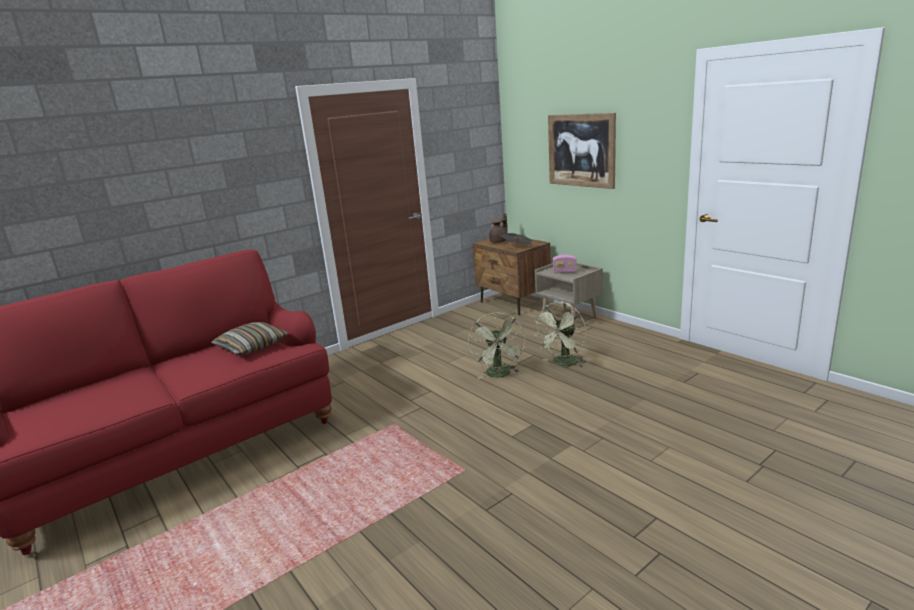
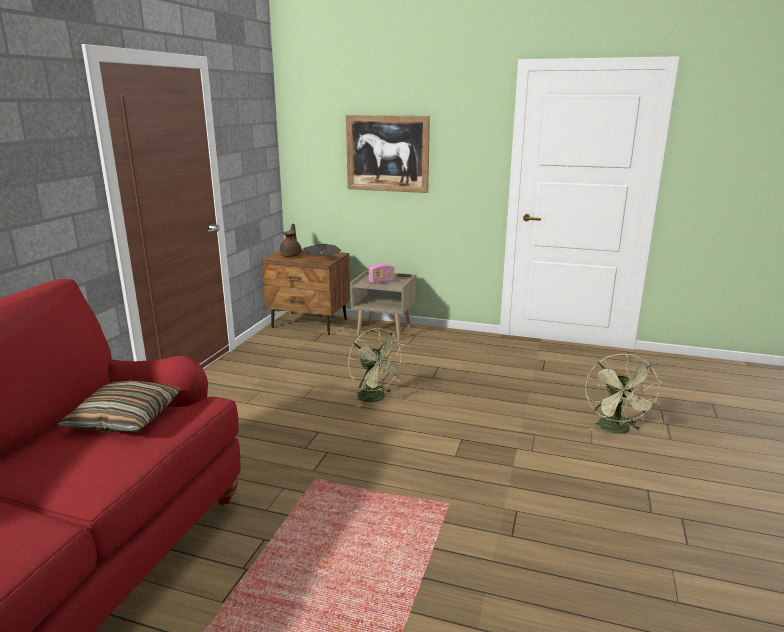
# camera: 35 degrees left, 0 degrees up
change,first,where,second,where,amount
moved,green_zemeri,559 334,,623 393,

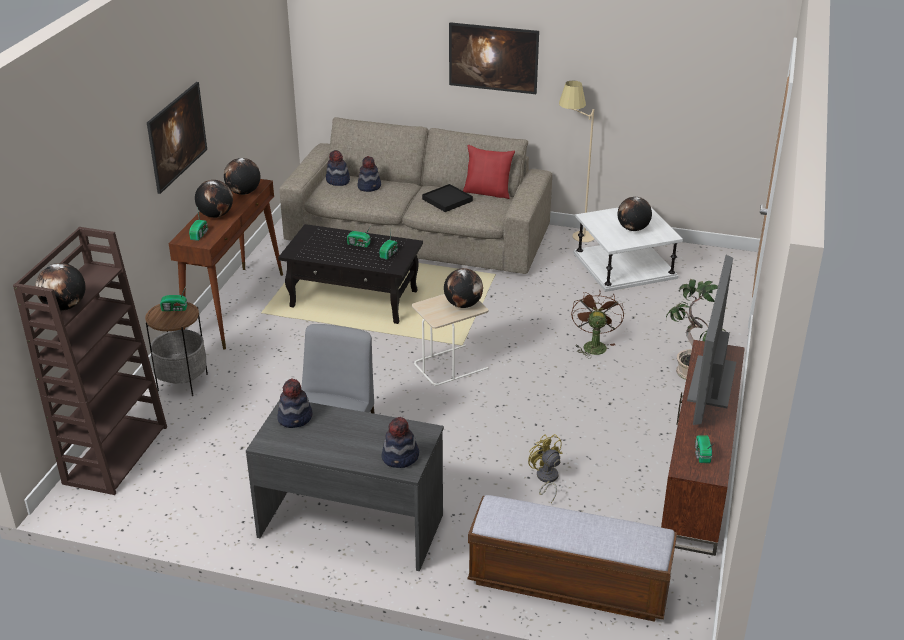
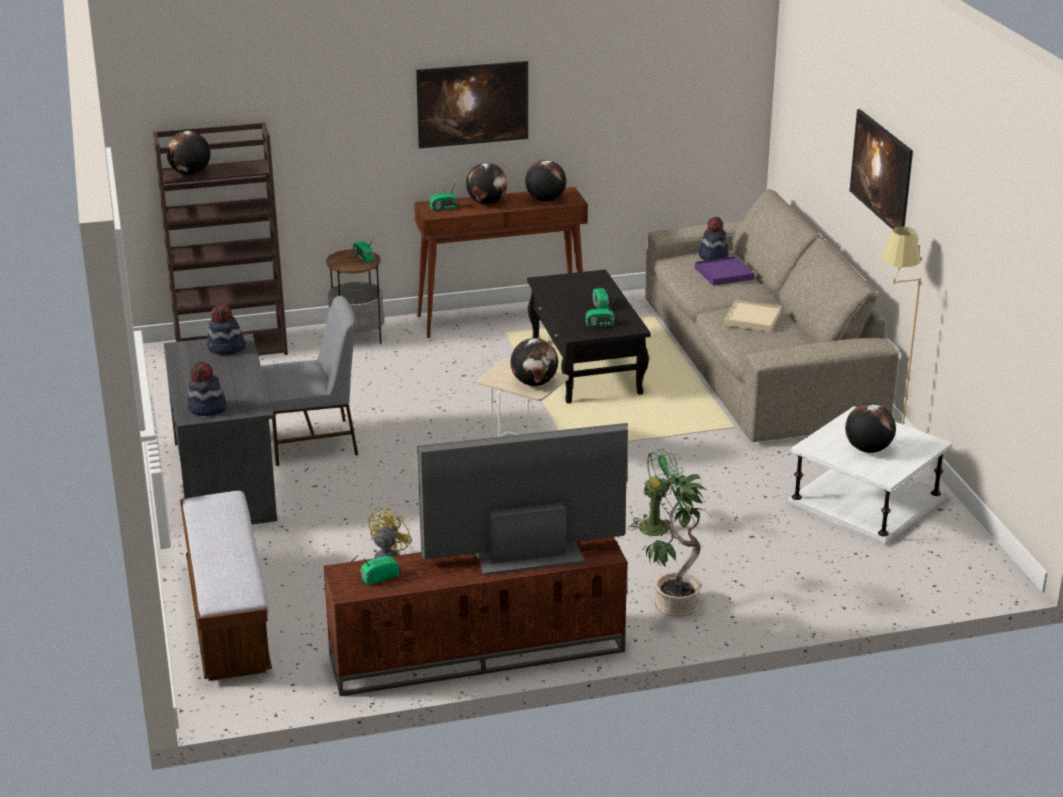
# camera: 60 degrees right, 5 degrees down
change,first,where,second,where,amount
replaced,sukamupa,369 174,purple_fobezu,724 271,
recoloured,black_fobezu,447 198,beige_fobezu,752 316,
removed,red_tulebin,489 172,,,
recoloured,brown_zemeri,597 324,green_zemeri,659 494,

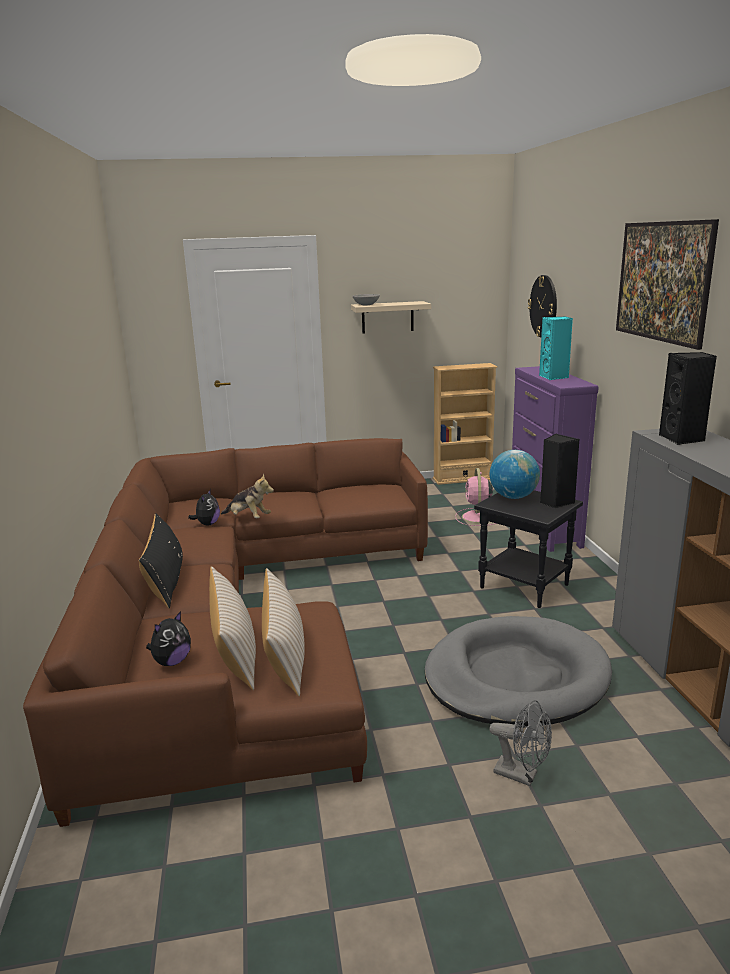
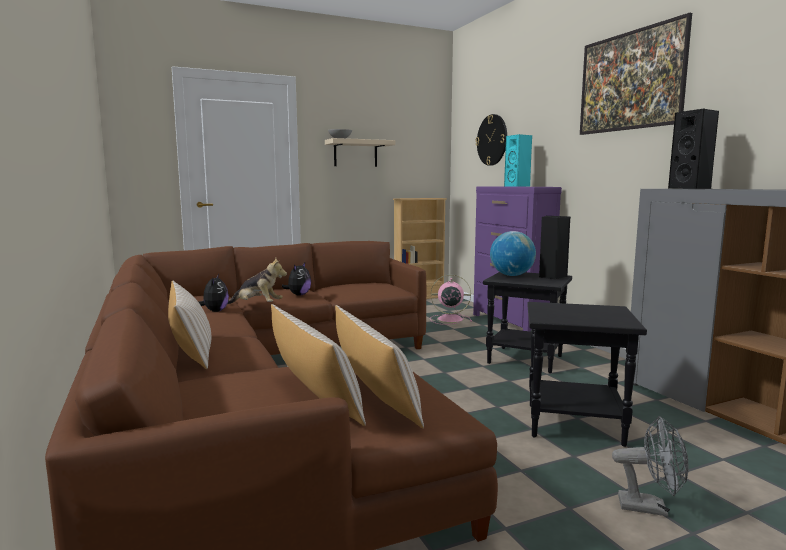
# camera: 15 degrees left, 10 degrees down
change,first,where,second,where,amount
recoloured,black_tulebin,161 560,beige_tulebin,189 325,
moved,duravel,168 638,,296 279,
replaced,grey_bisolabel,518 671,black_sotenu,587 374,
turned,pink_zemeri,476 497,,451 300,105 degrees clockwise

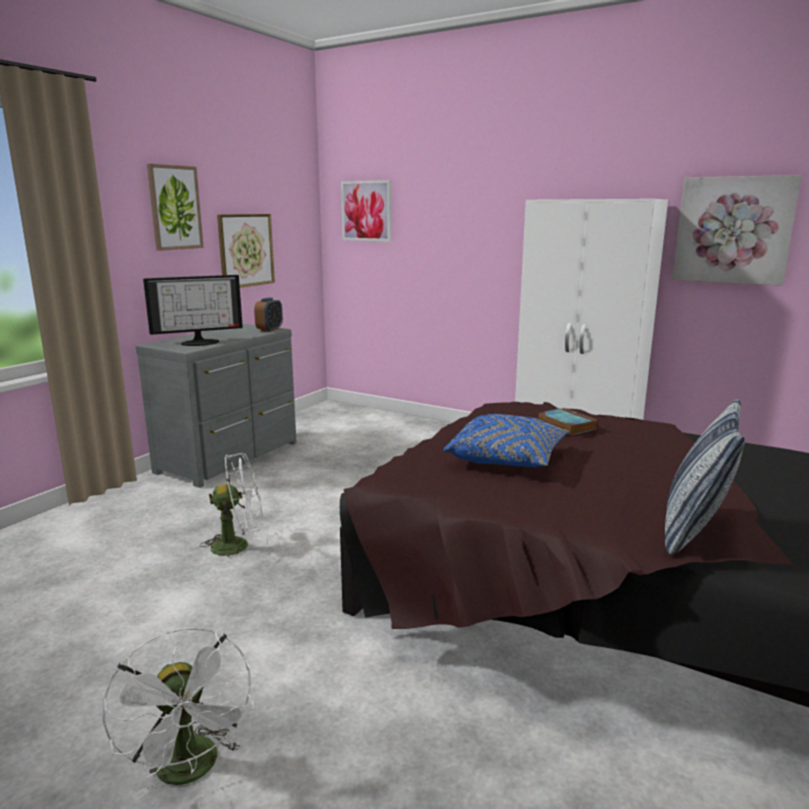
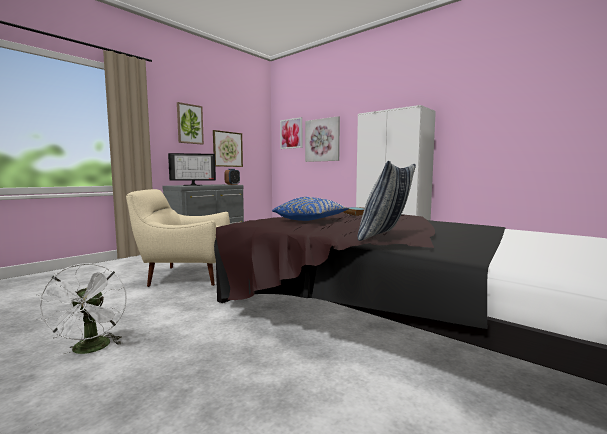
# camera: 10 degrees right, 10 degrees down
change,first,where,second,where,amount
replaced,white_zemeri,231 507,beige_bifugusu,178 238,
moved,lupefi,737 230,,322 139,

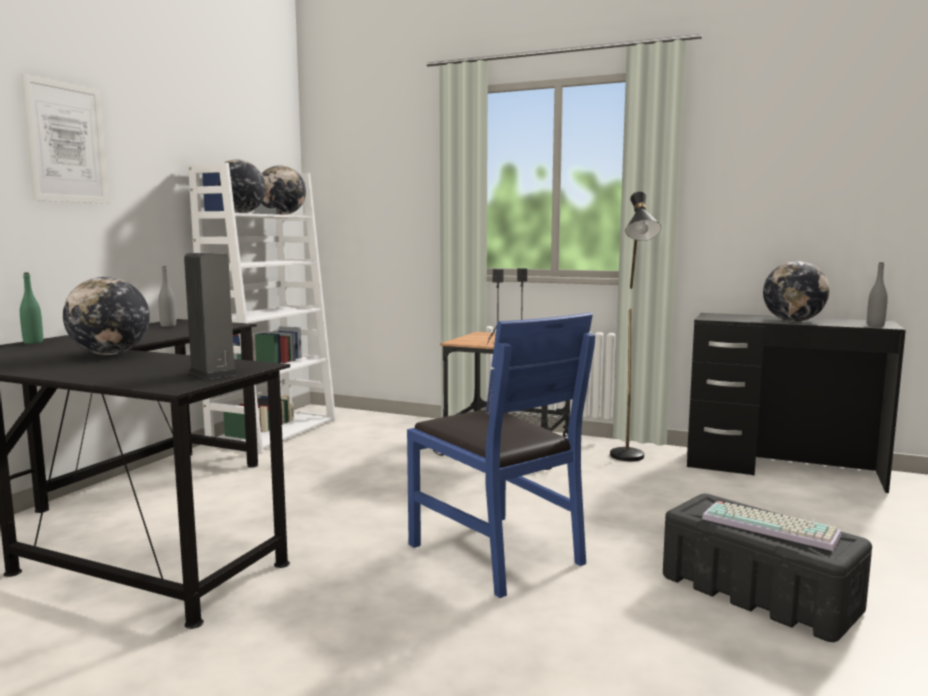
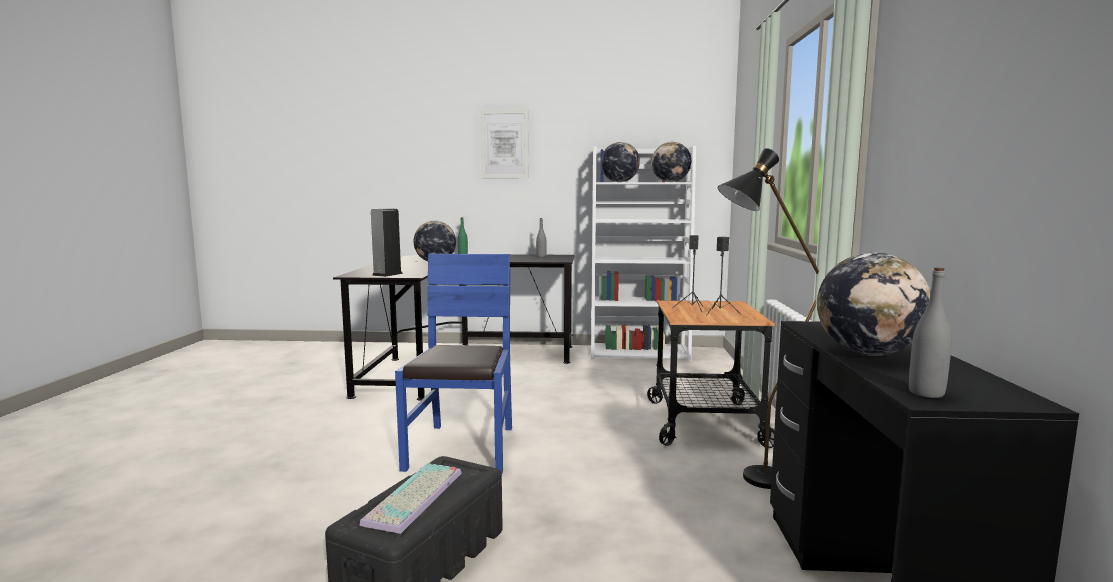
# camera: 70 degrees right, 0 degrees up
change,first,where,second,where,amount
turned,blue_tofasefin,501 455,,453 363,150 degrees clockwise

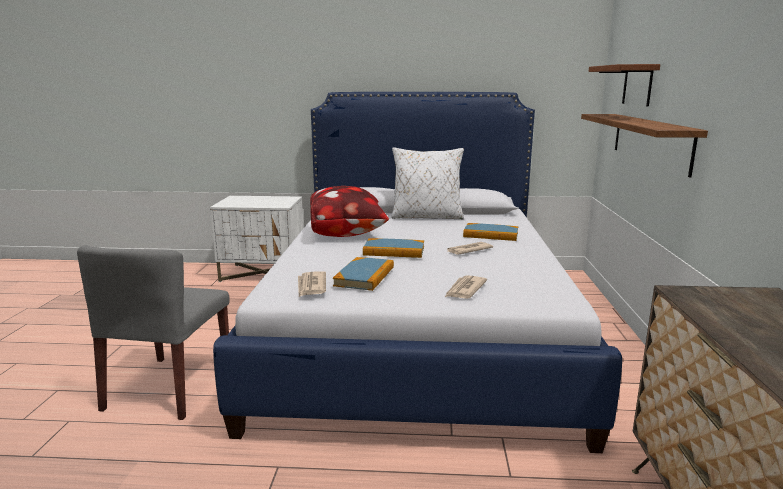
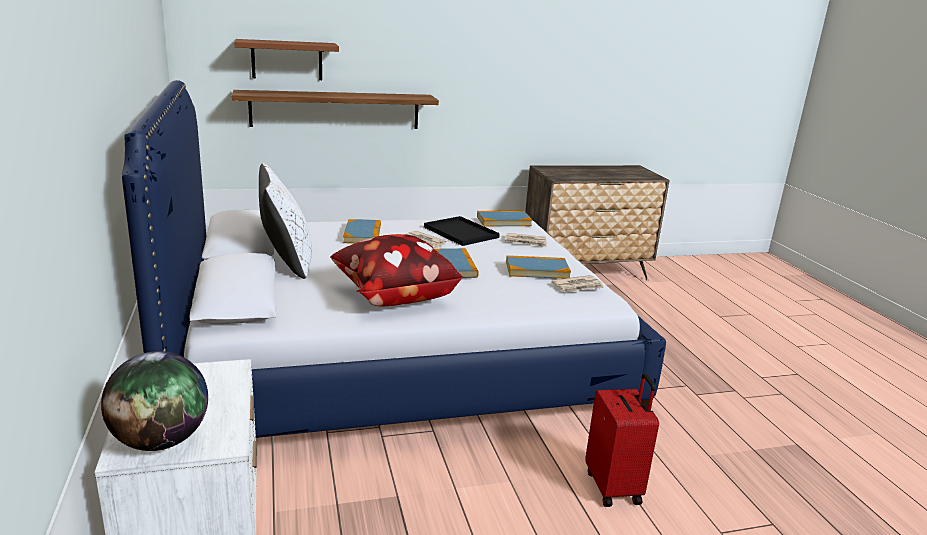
# camera: 110 degrees left, 5 degrees up
change,first,where,second,where,amount
replaced,grey_tofasefin,153 332,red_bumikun,622 440,
added,,,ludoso,154 401,
added,,,black_fobezu,462 231,
added,,,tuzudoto,504 219,

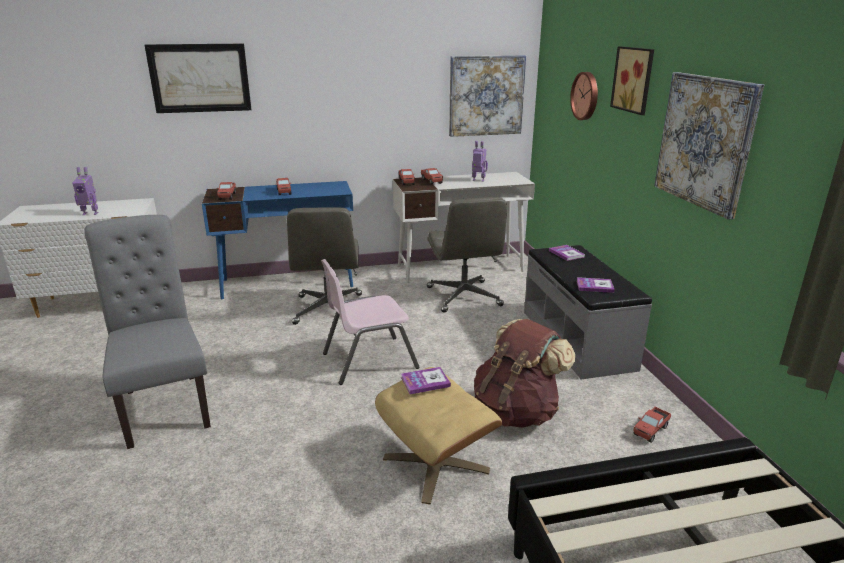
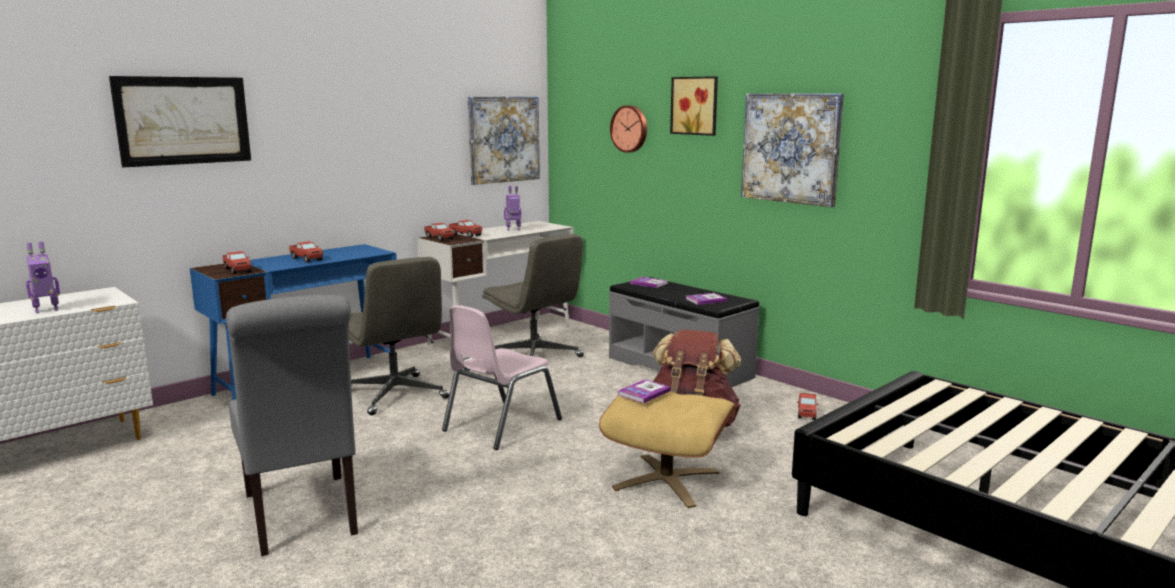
# camera: 30 degrees left, 10 degrees down
change,first,where,second,where,amount
turned,grey_tofasefin,148 332,,292 425,150 degrees counterclockwise

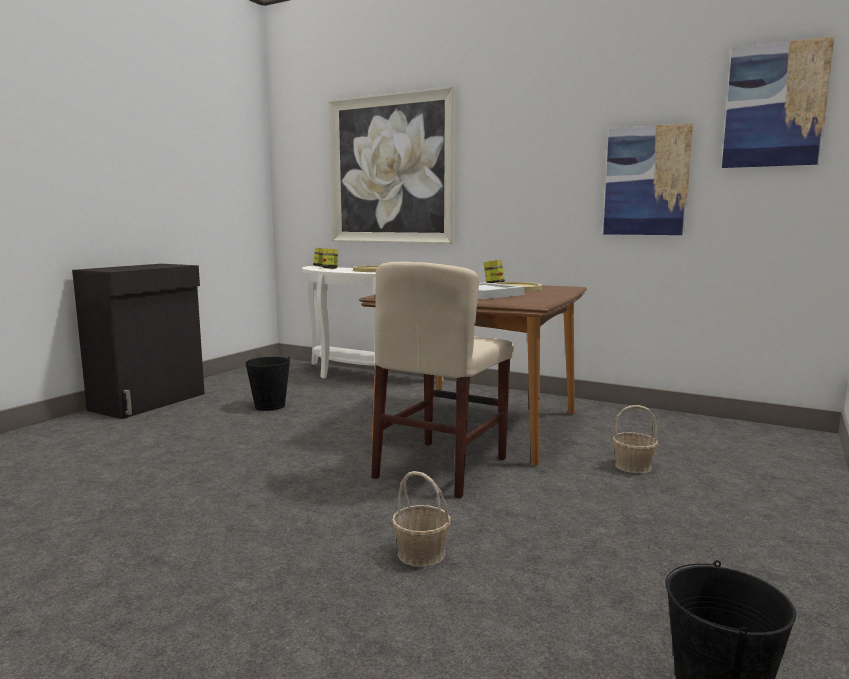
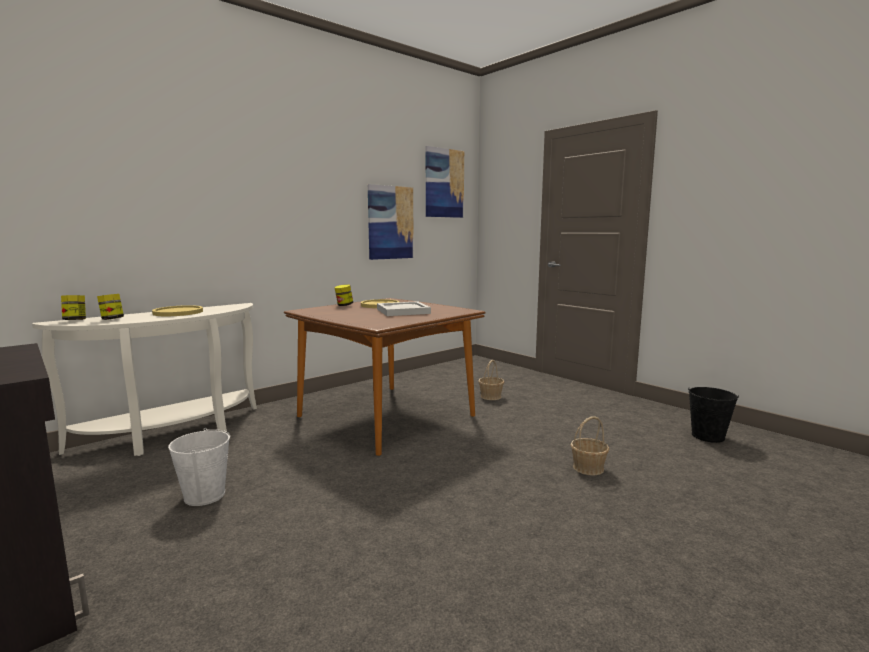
# camera: 70 degrees left, 0 degrees up
change,first,where,second,where,amount
recoloured,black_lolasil,267 383,white_lolasil,199 467,
removed,lupefi,392 165,,,
removed,beige_tofasefin,442 380,,,

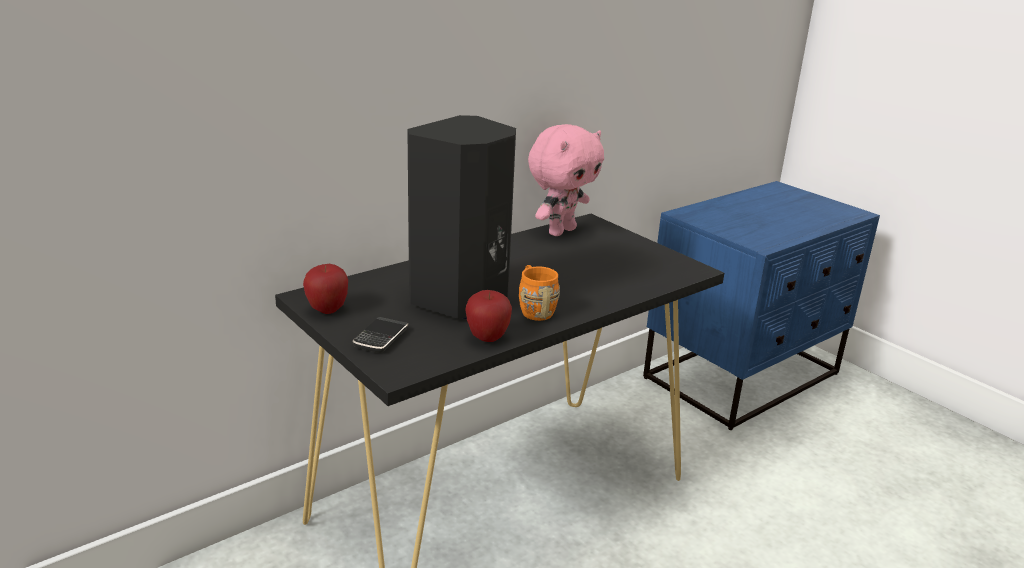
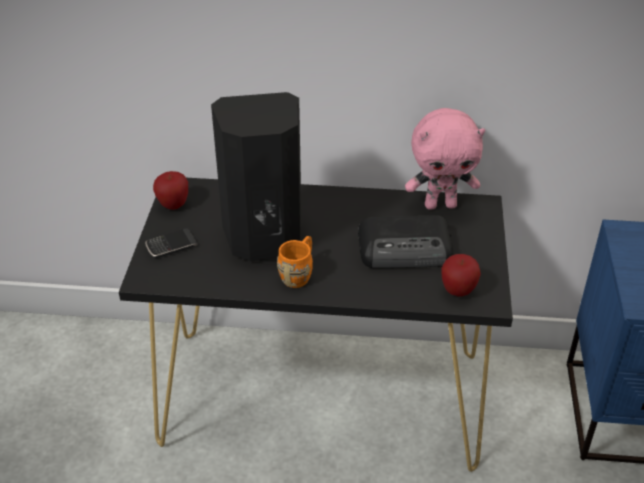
# camera: 45 degrees right, 15 degrees up
change,first,where,second,where,amount
moved,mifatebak,488 316,,461 275,
added,,,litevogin,405 241,

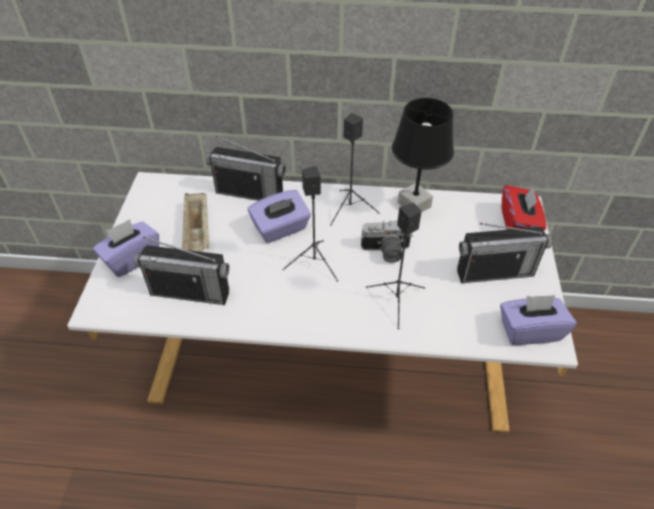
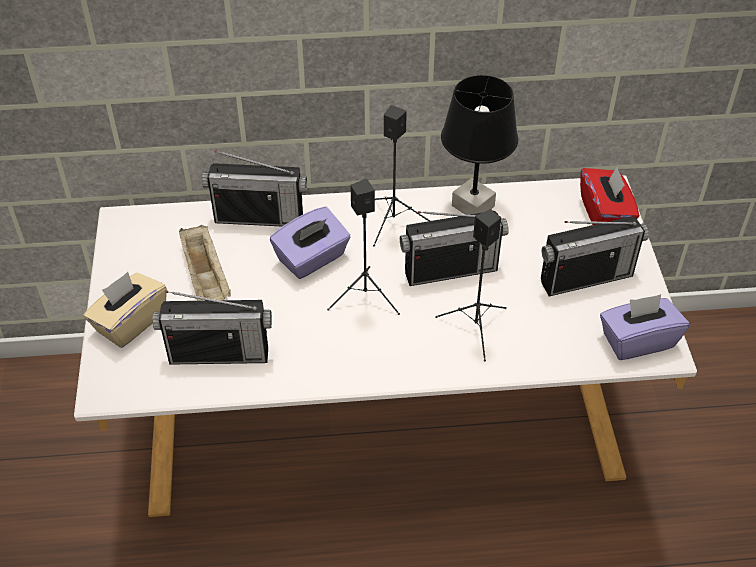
# camera: 10 degrees left, 0 degrees up
change,first,where,second,where,amount
recoloured,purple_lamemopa,126 248,beige_lamemopa,125 310,
replaced,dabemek,387 242,litevogin,454 248,

